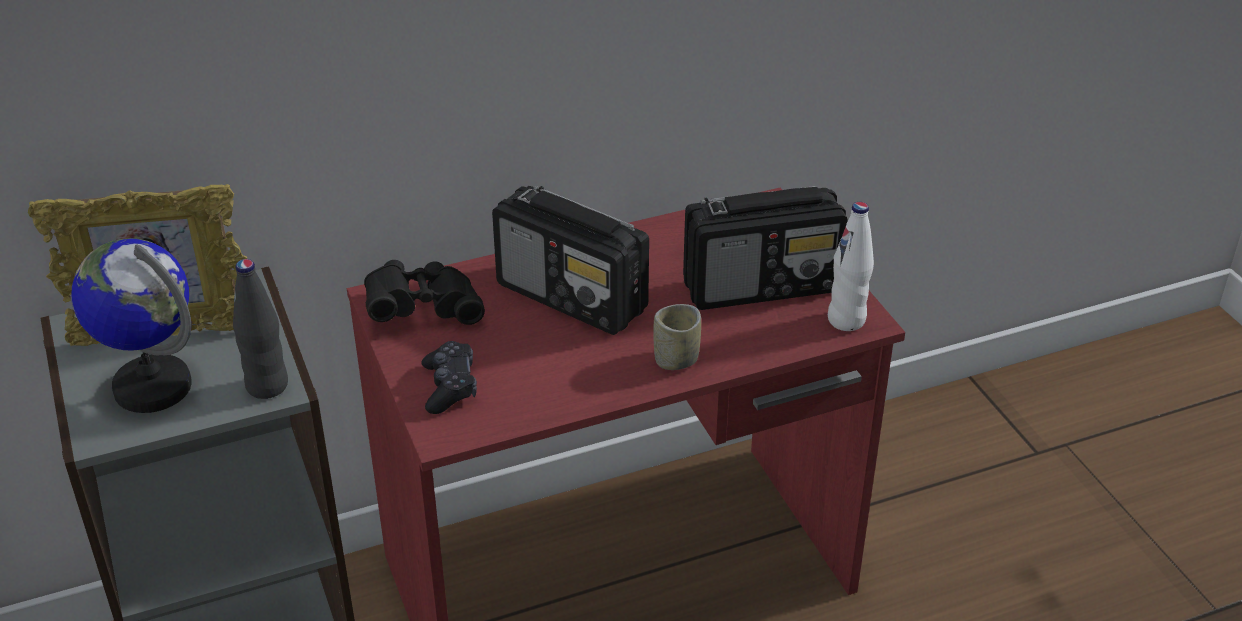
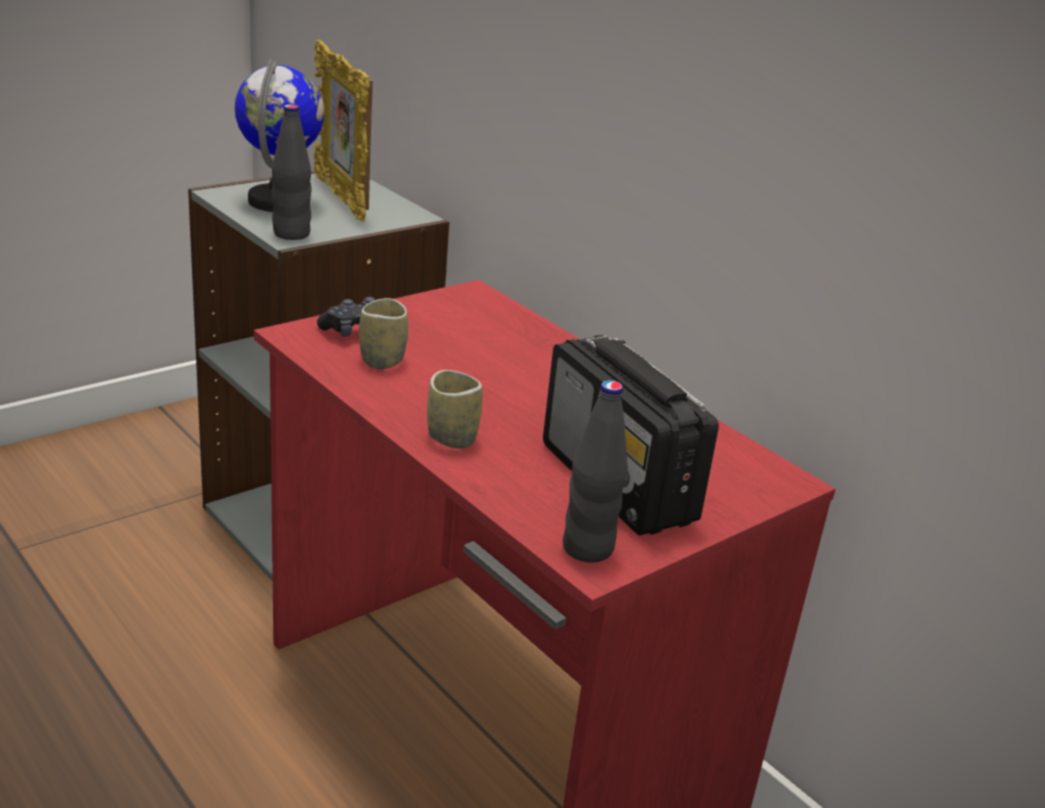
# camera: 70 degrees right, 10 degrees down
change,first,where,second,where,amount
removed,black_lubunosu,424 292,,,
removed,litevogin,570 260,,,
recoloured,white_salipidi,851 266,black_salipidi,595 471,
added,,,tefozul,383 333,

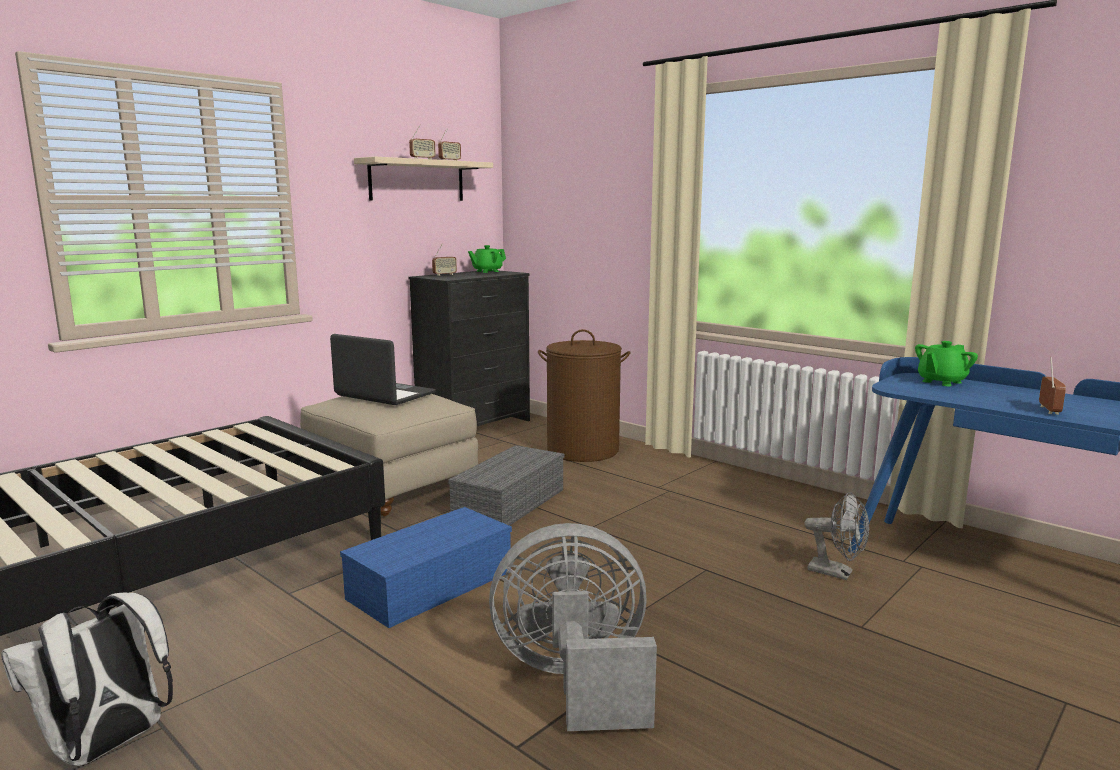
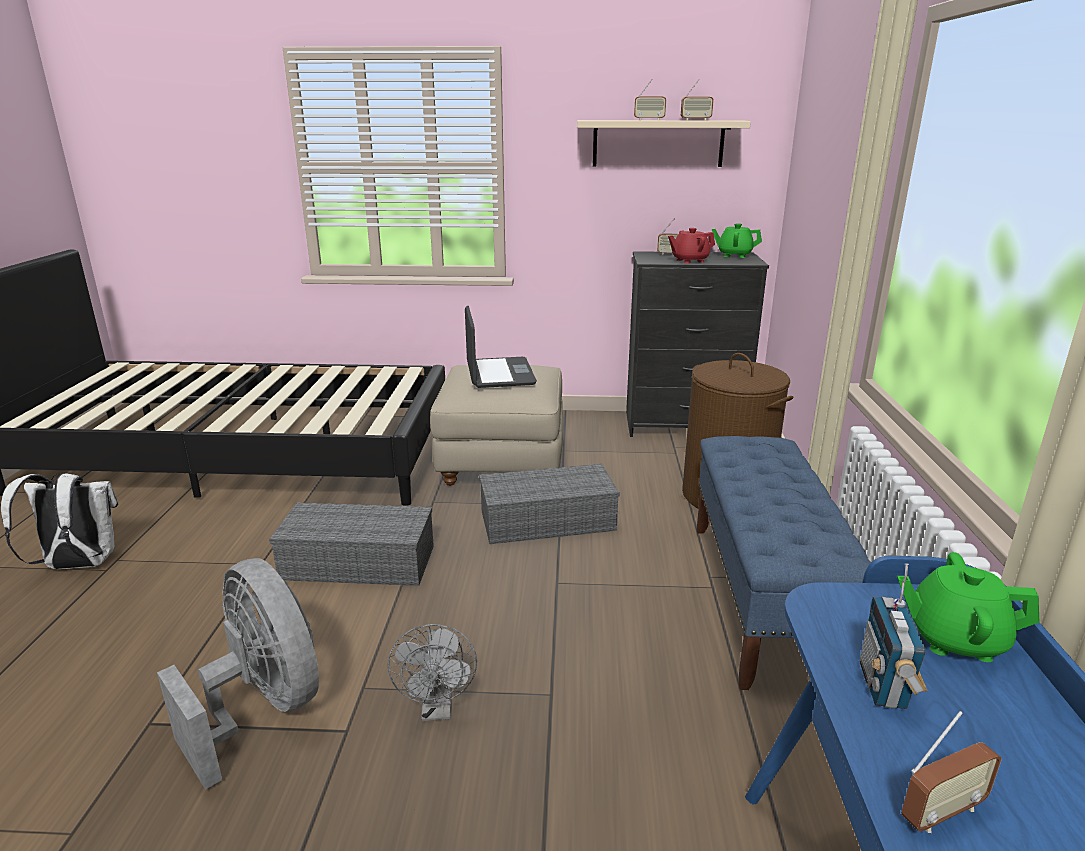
# camera: 50 degrees right, 10 degrees up
change,first,where,second,where,amount
recoloured,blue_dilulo,426 567,grey_dilulo,351 544,
moved,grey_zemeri,836 536,,432 672,
added,,,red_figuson,691 246,
added,,,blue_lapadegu,784 563,
added,,,litevogin,894 636,

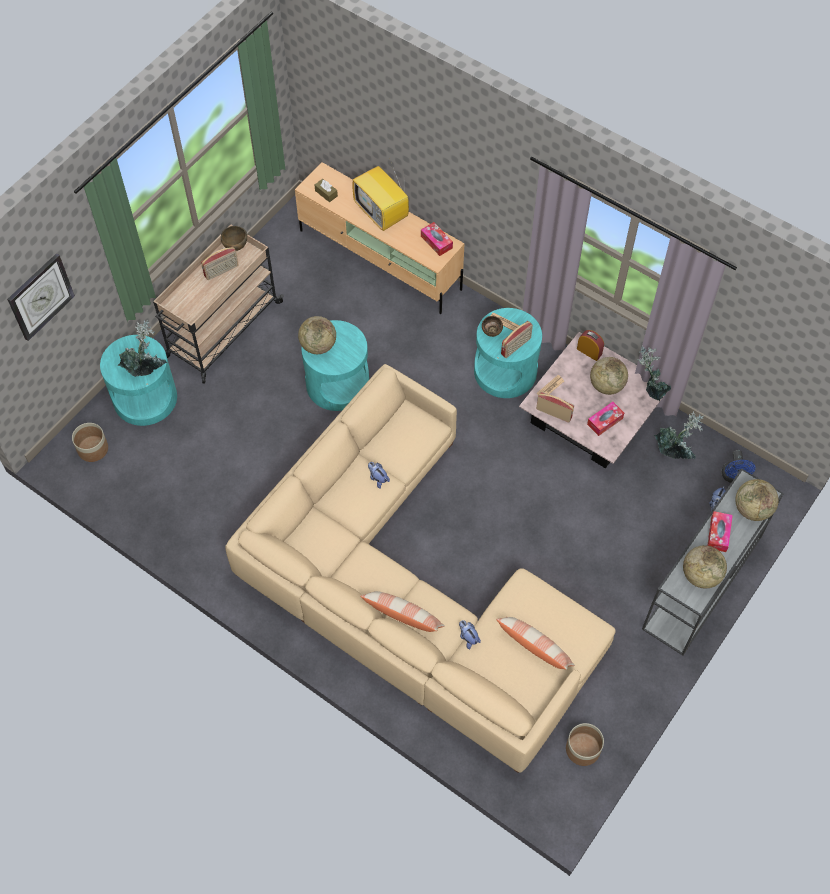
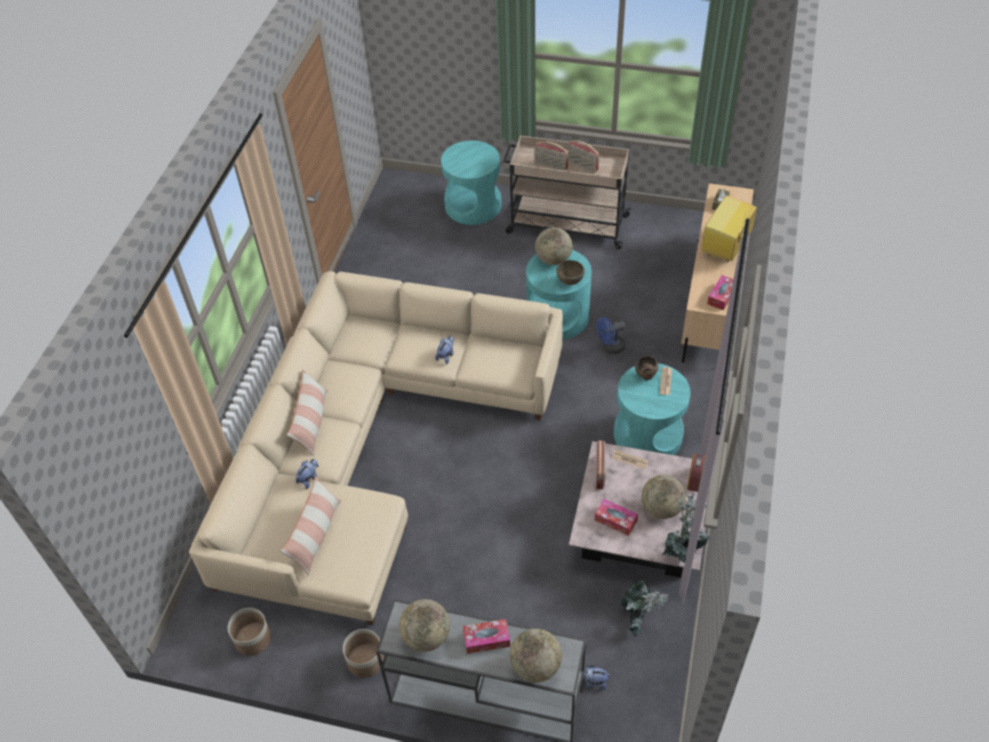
# camera: 70 degrees right, 10 degrees down
change,first,where,second,where,amount
removed,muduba,41 297,,,
moved,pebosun,90 442,,363 653,
removed,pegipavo,142 348,,,
moved,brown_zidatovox,234 238,,571 272,
moved,litevogin,517 339,,551 156,
moved,blue_zemeri,738 466,,611 335,

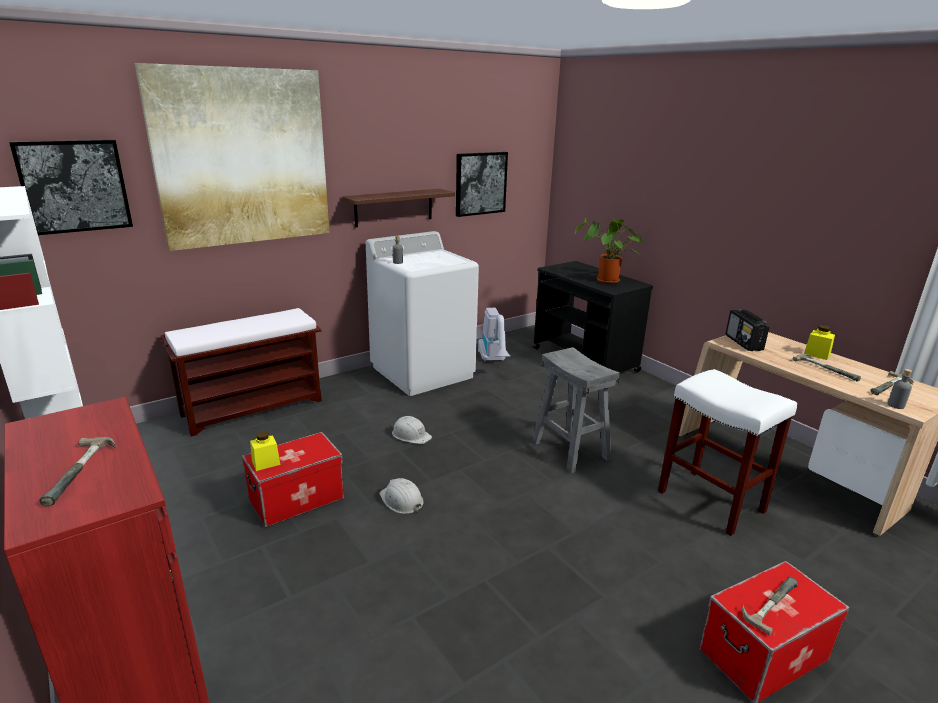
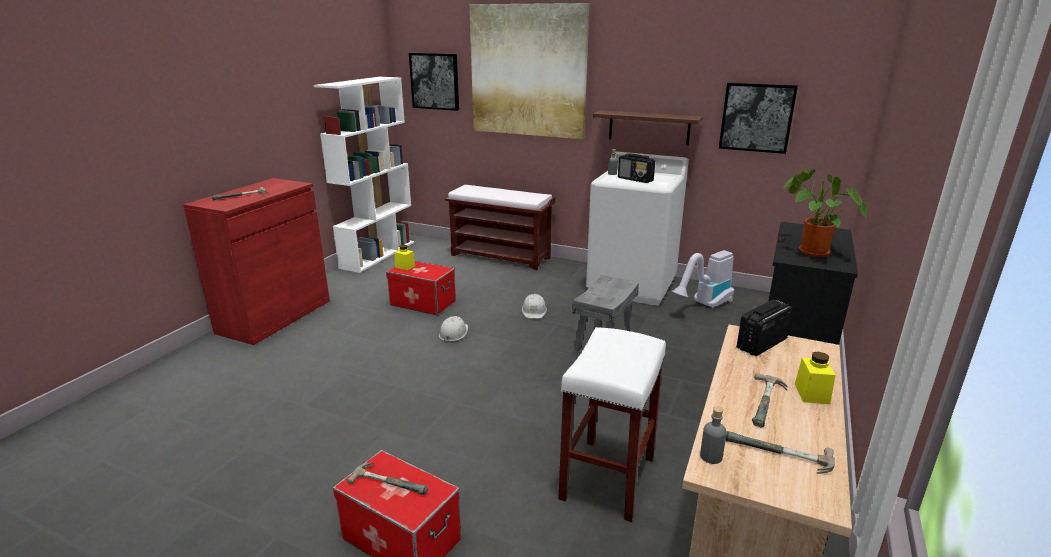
# camera: 60 degrees right, 0 degrees up
change,first,where,second,where,amount
added,,,litevogin,636 168,

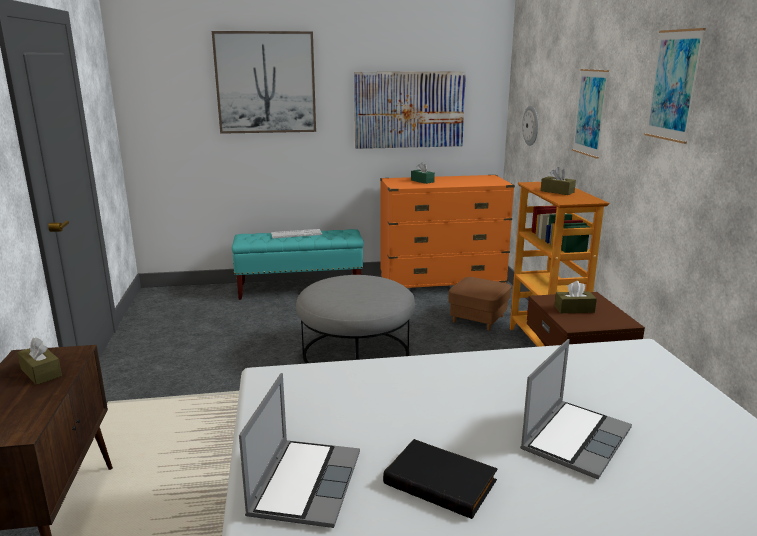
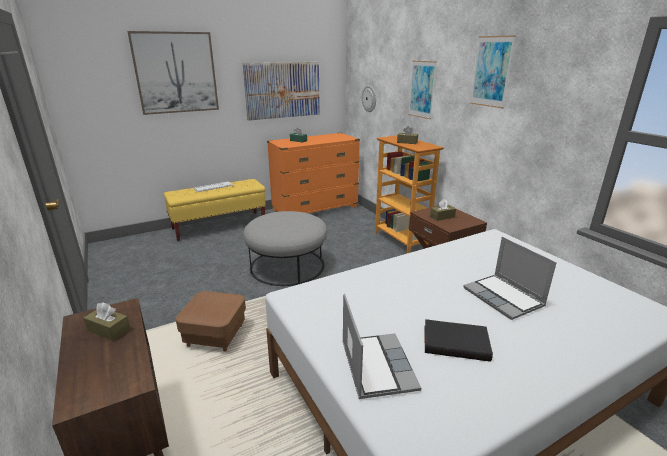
# camera: 20 degrees left, 5 degrees up
change,first,where,second,where,amount
recoloured,turquoise_lapadegu,298 264,yellow_lapadegu,215 210,
moved,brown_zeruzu,479 303,,211 321,
turned,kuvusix,576 409,,510 278,135 degrees clockwise

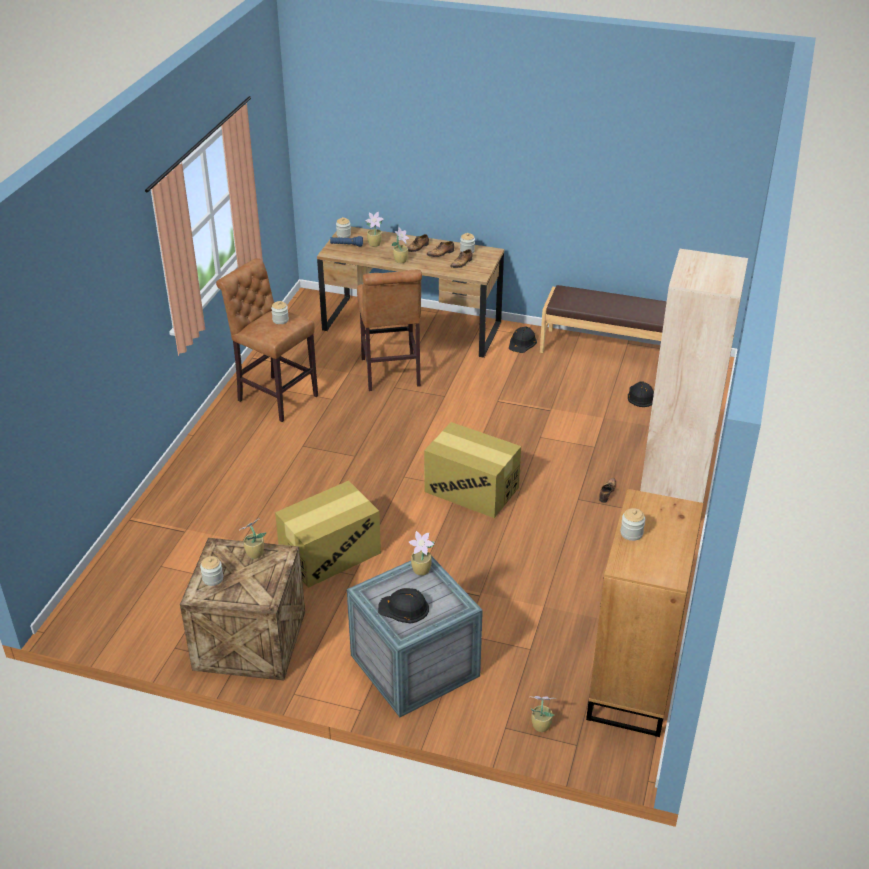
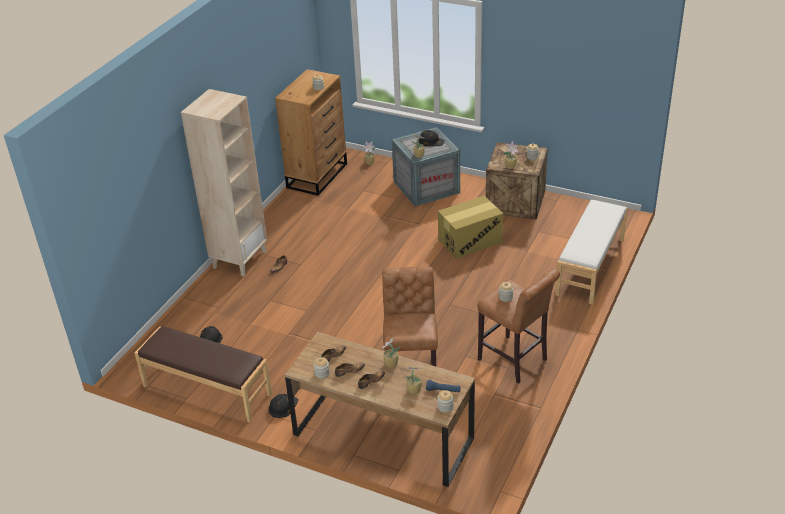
# camera: 170 degrees left, 0 degrees up
change,first,where,second,where,amount
removed,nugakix,472 470,,,
added,,,white_lapadegu,591 252,

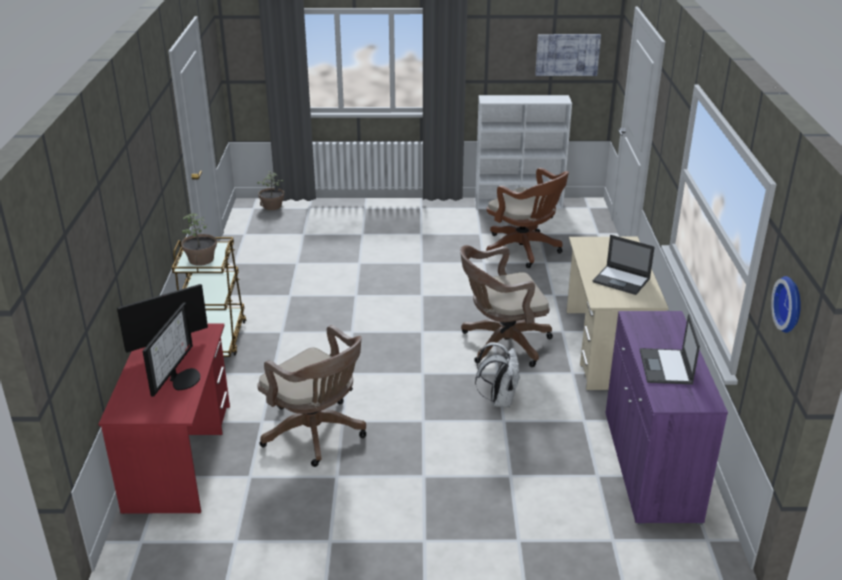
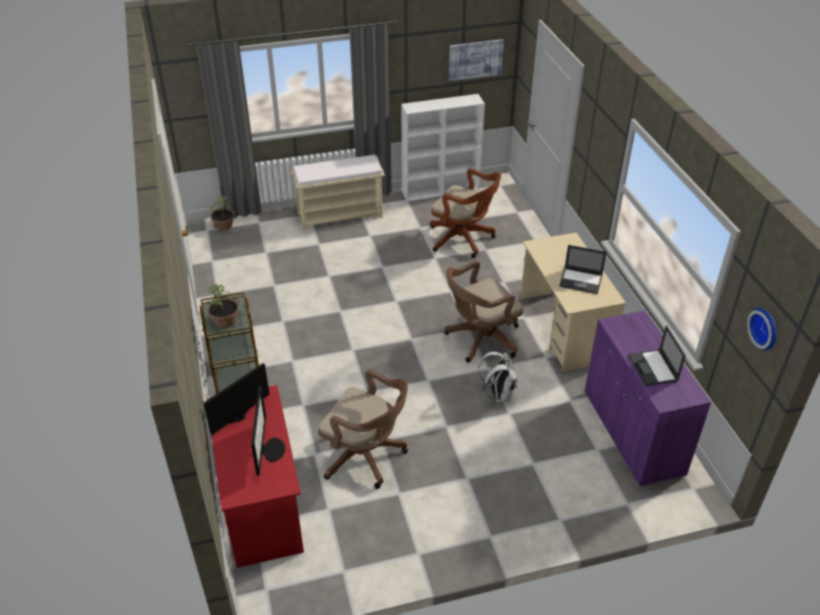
# camera: 15 degrees left, 10 degrees up
change,first,where,second,where,amount
added,,,beige_lapadegu,338 192,

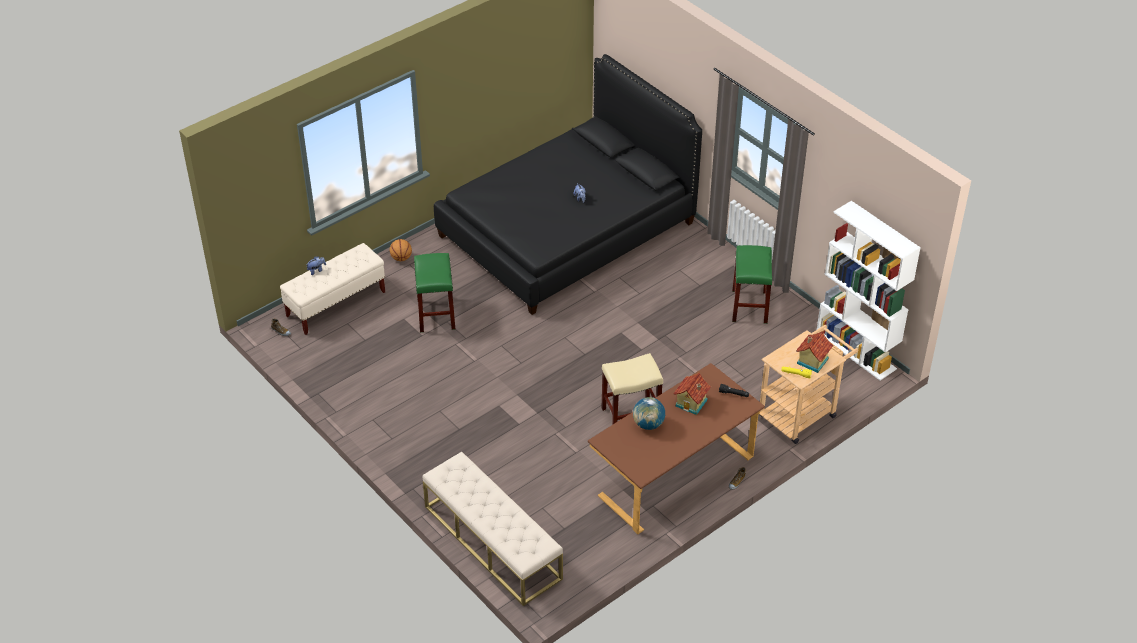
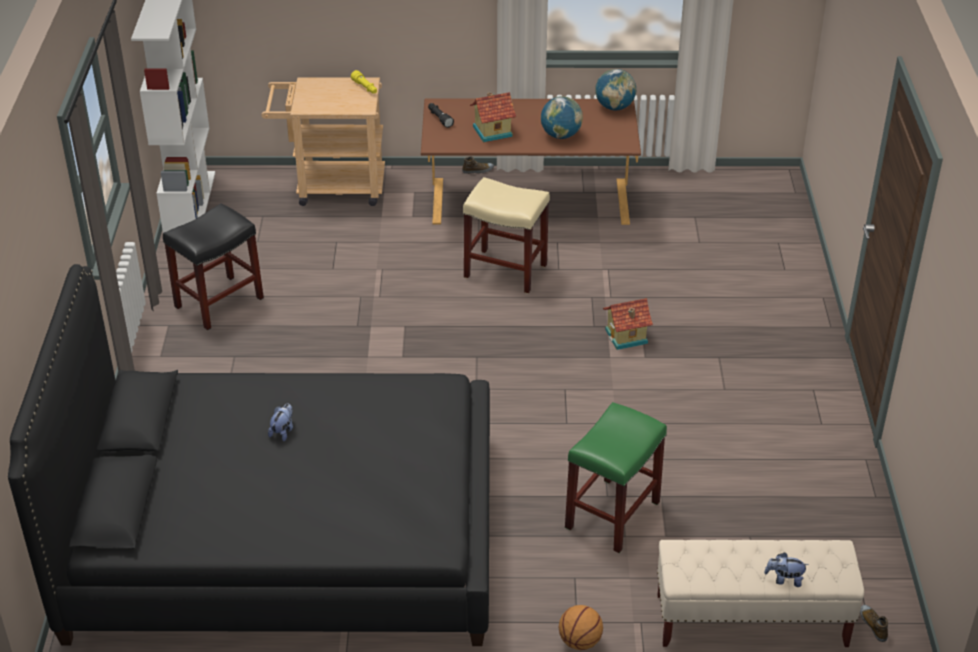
# camera: 140 degrees left, 5 degrees down
change,first,where,second,where,amount
removed,beige_lapadegu,493 528,,,
recoloured,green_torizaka,752 284,black_torizaka,213 266,
moved,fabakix,814 352,,628 324,
added,,,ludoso,615 89,

